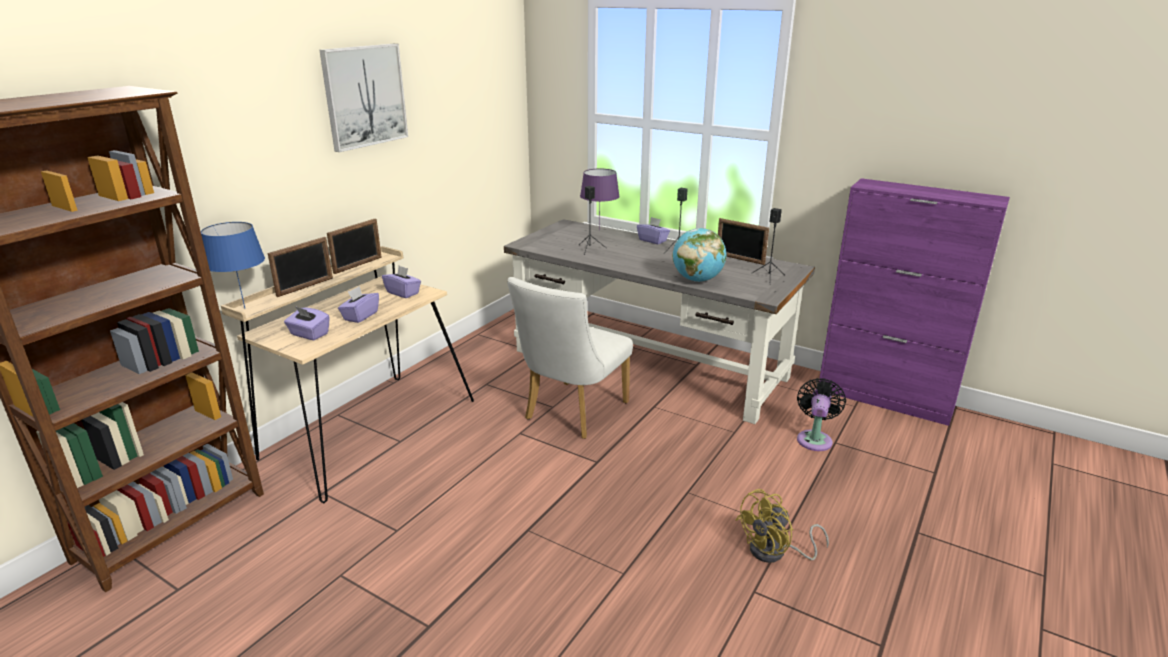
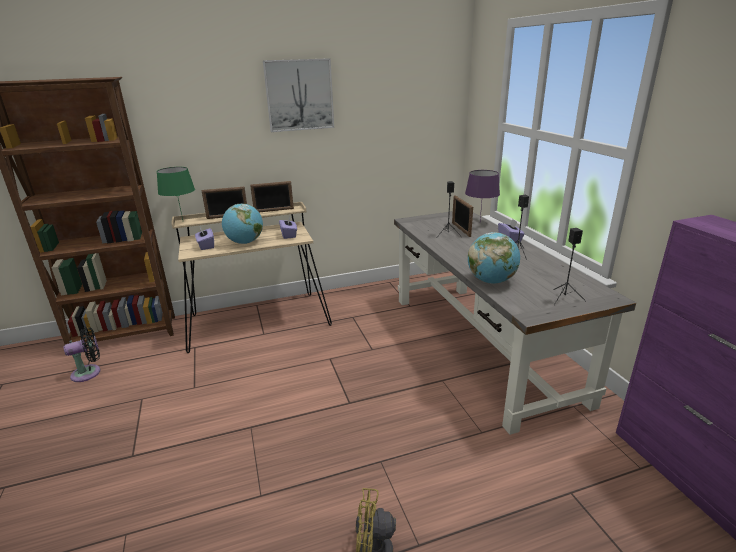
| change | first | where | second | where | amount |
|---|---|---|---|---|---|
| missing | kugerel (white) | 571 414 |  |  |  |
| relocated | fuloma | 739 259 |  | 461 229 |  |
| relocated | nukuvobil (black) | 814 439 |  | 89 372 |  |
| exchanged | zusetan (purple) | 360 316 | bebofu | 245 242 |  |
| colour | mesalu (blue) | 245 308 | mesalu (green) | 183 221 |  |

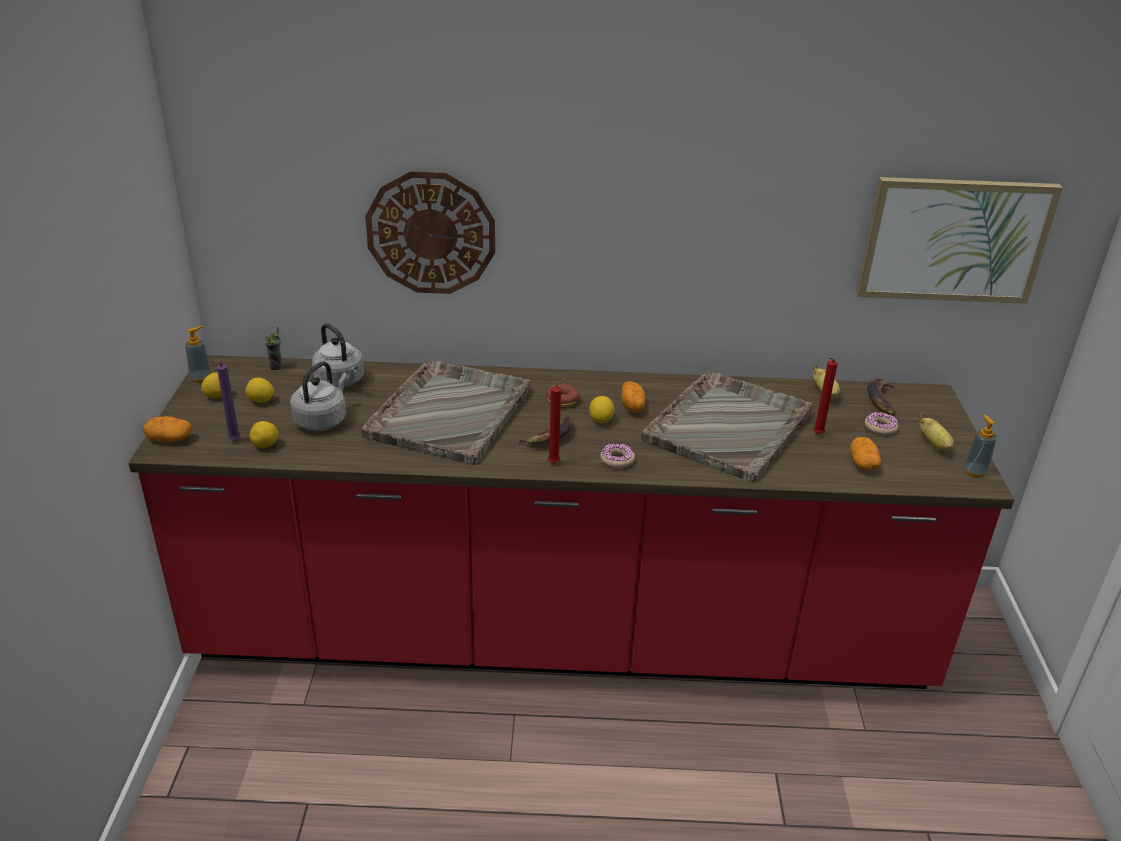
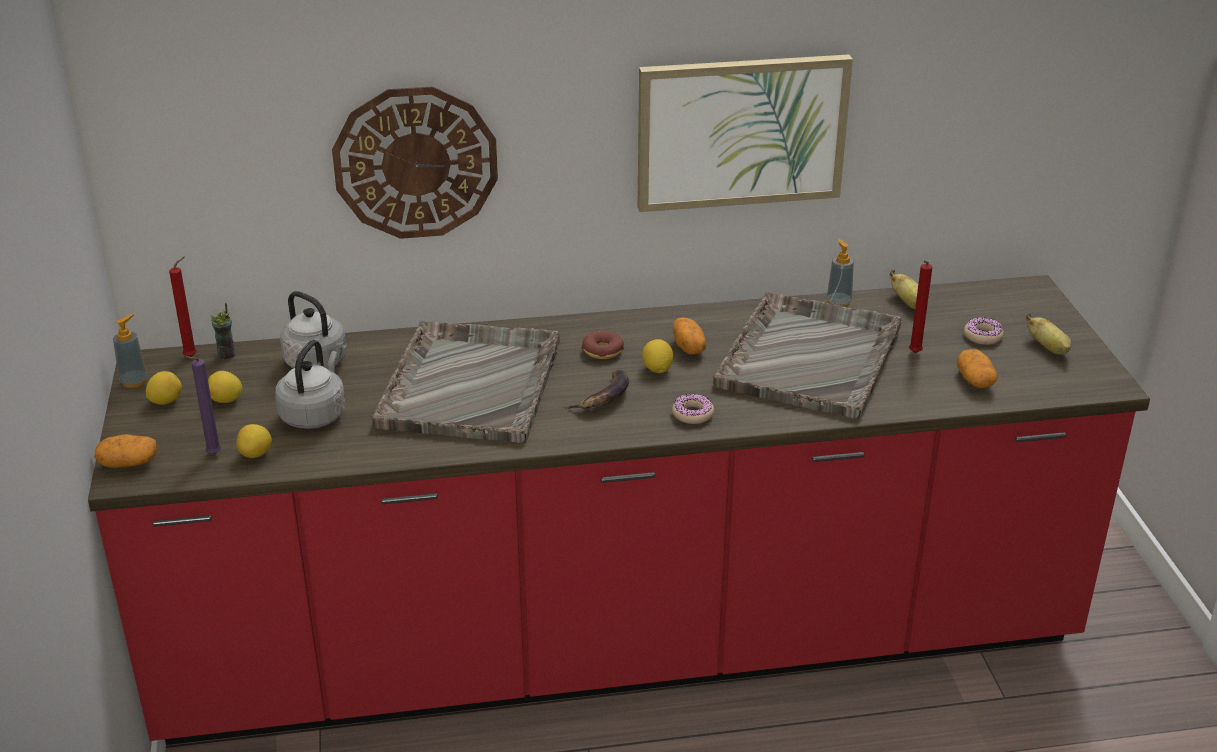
| change | first | where | second | where | amount |
|---|---|---|---|---|---|
| missing | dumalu | 881 400 |  |  |  |
| relocated | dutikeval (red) | 555 463 |  | 193 356 |  |
| relocated | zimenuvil | 953 240 |  | 741 131 |  |
| relocated | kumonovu | 974 472 |  | 838 302 |  |

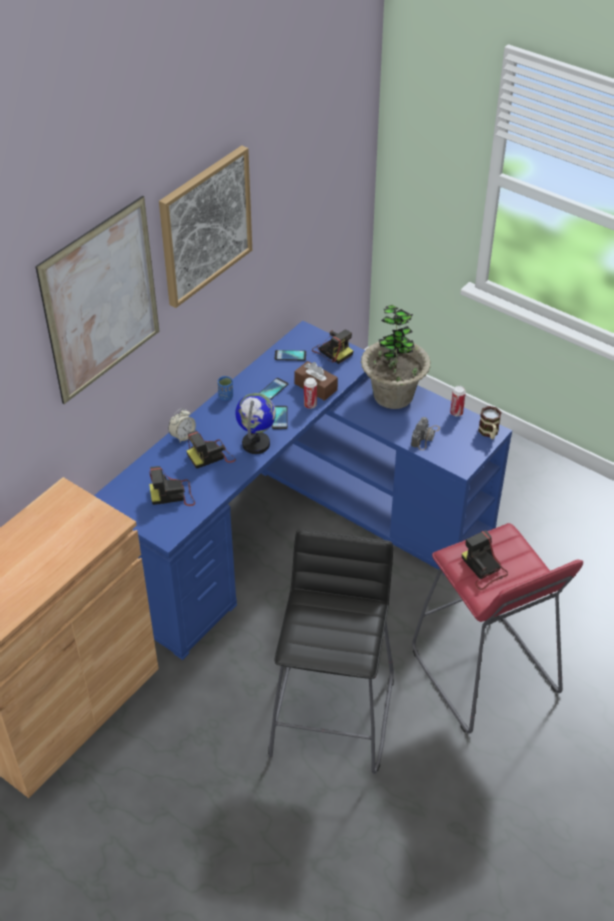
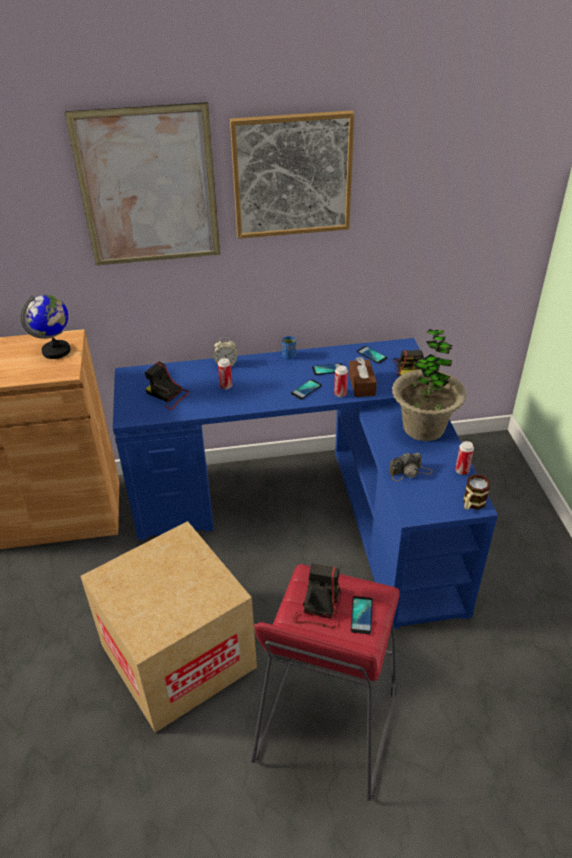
| change | first | where | second | where | amount |
|---|---|---|---|---|---|
| appeared |  |  | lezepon | 361 615 |  |
| relocated | bebofu | 256 444 |  | 56 351 |  |
| exchanged | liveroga | 211 456 | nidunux | 226 386 |  |
| exchanged | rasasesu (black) | 333 714 | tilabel | 178 656 |  |

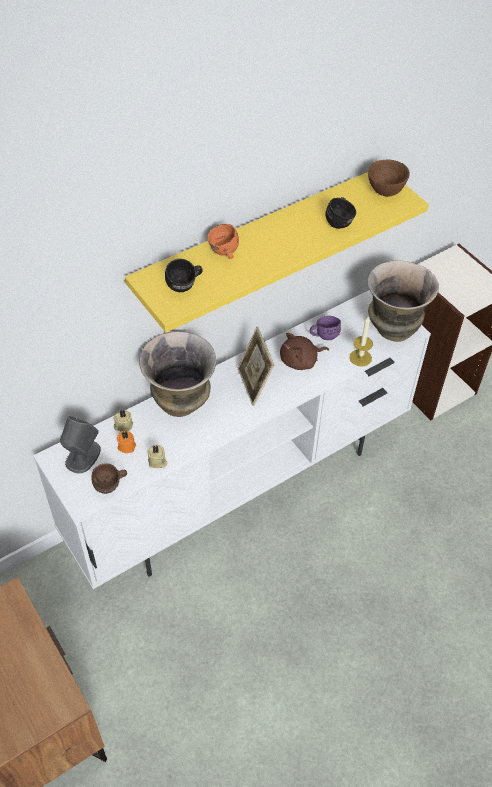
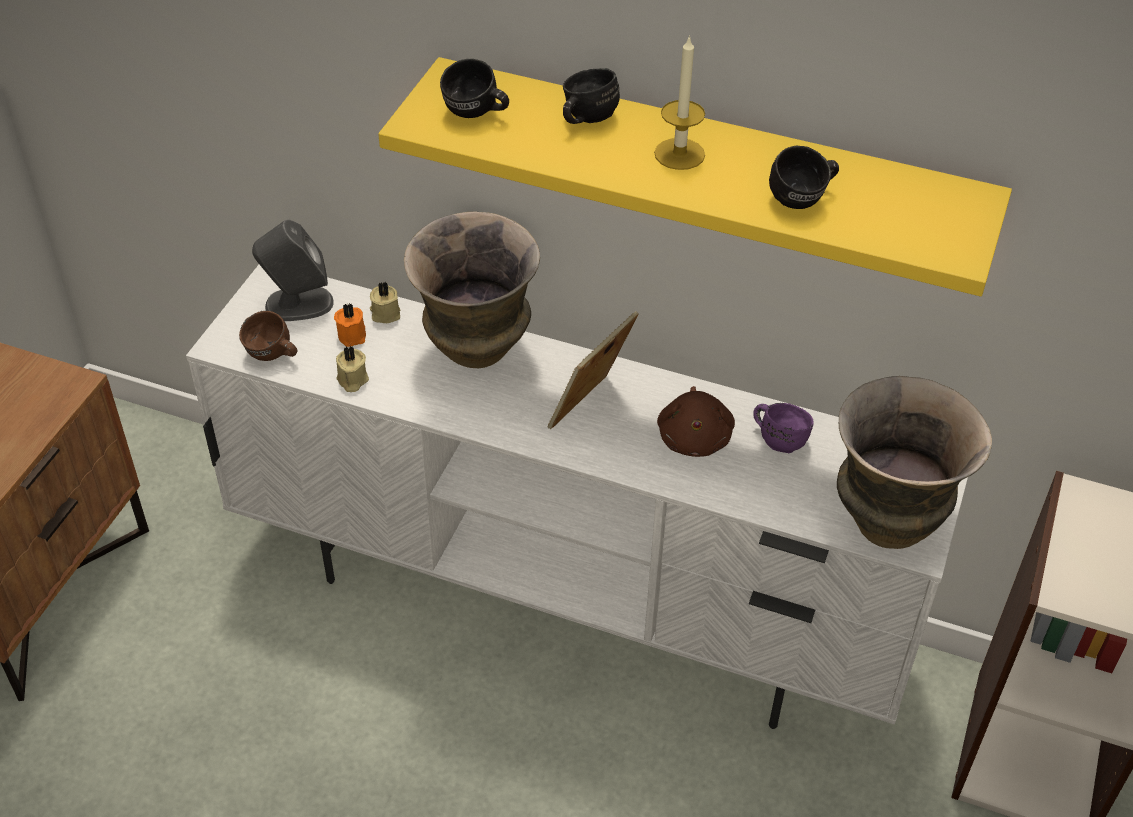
| change | first | where | second | where | amount |
|---|---|---|---|---|---|
| missing | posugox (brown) | 386 192 |  |  |  |
| relocated | dutikeval | 360 358 |  | 679 154 |  |
| colour | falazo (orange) | 223 254 | falazo (black) | 584 119 |  |
| spun | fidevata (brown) | 300 361 |  | 694 438 | 120 degrees counterclockwise |

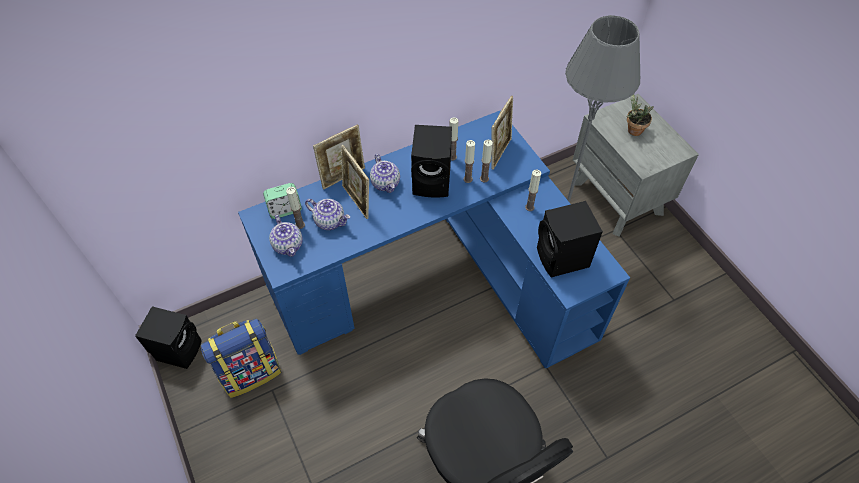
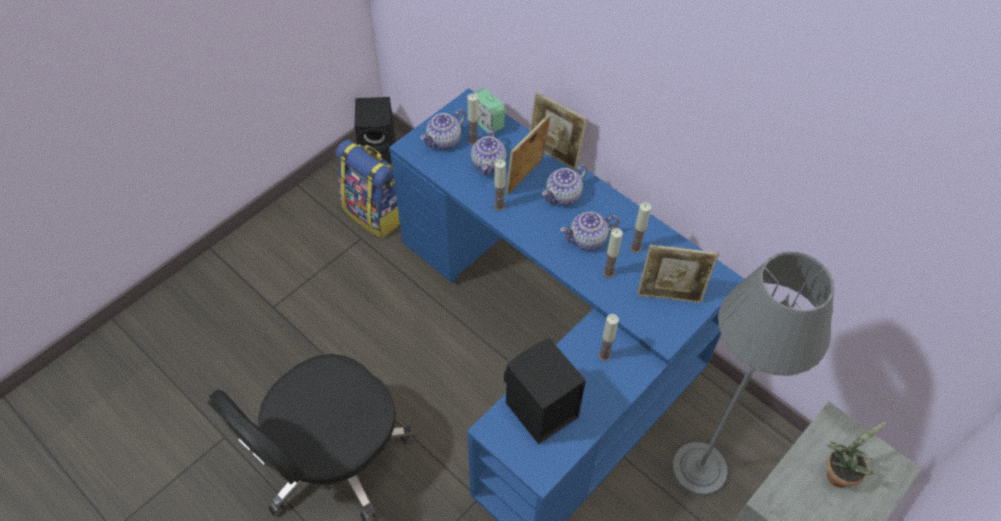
| change | first | where | second | where | amount |
|---|---|---|---|---|---|
| relocated | dutikeval | 484 178 |  | 499 206 |  |
| exchanged | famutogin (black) | 433 181 | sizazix | 588 239 |  |

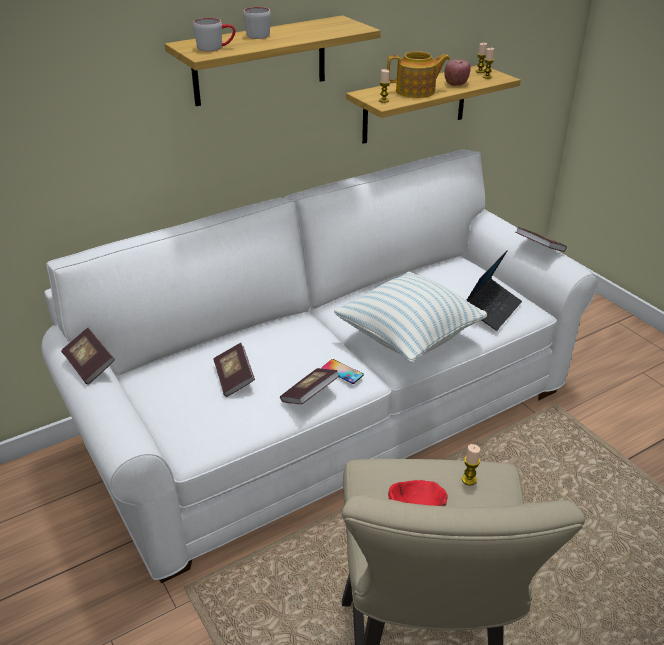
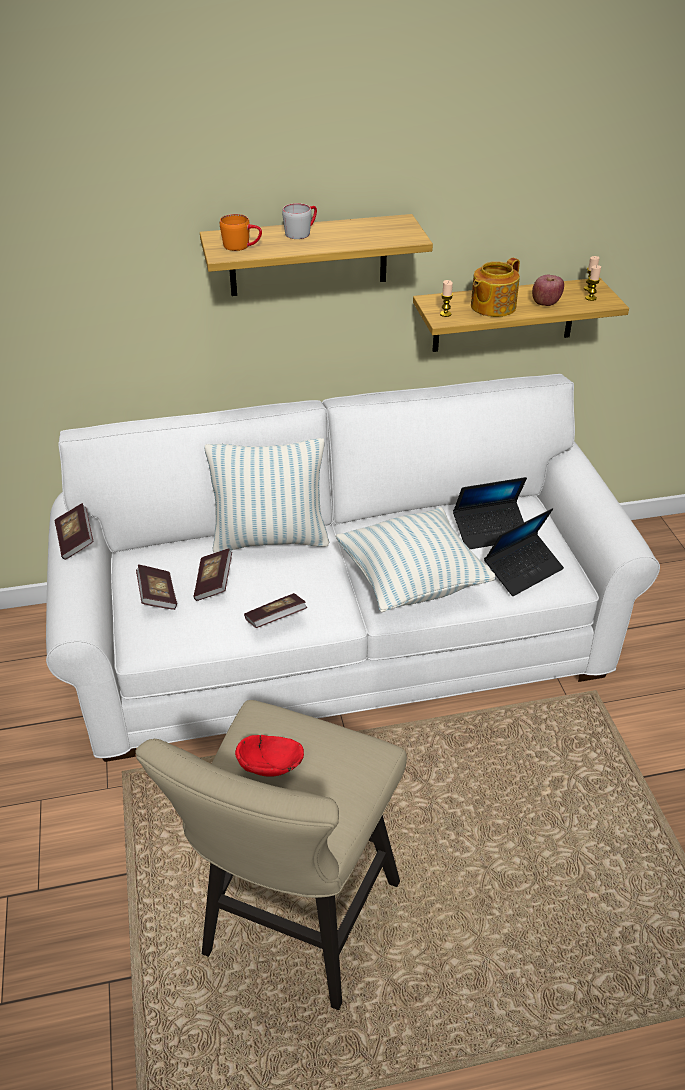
| change | first | where | second | where | amount |
|---|---|---|---|---|---|
| missing | lezepon | 342 371 |  |  |  |
| missing | dutikeval | 469 479 |  |  |  |
| appeared |  |  | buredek | 270 539 |  |
| appeared |  |  | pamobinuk | 490 531 |  |
| relocated | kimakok | 539 248 |  | 157 596 |  |
| colour | falazo (grey) | 216 47 | falazo (orange) | 242 246 |  |
| spun | sizazix | 416 91 |  | 492 307 | 120 degrees clockwise |

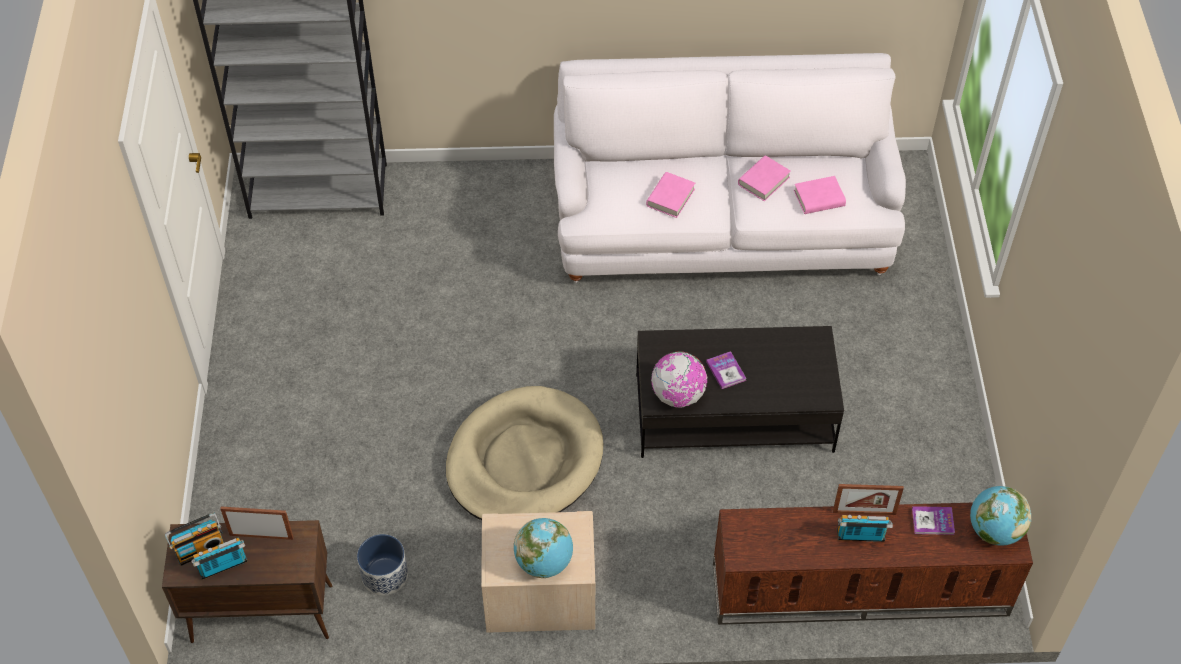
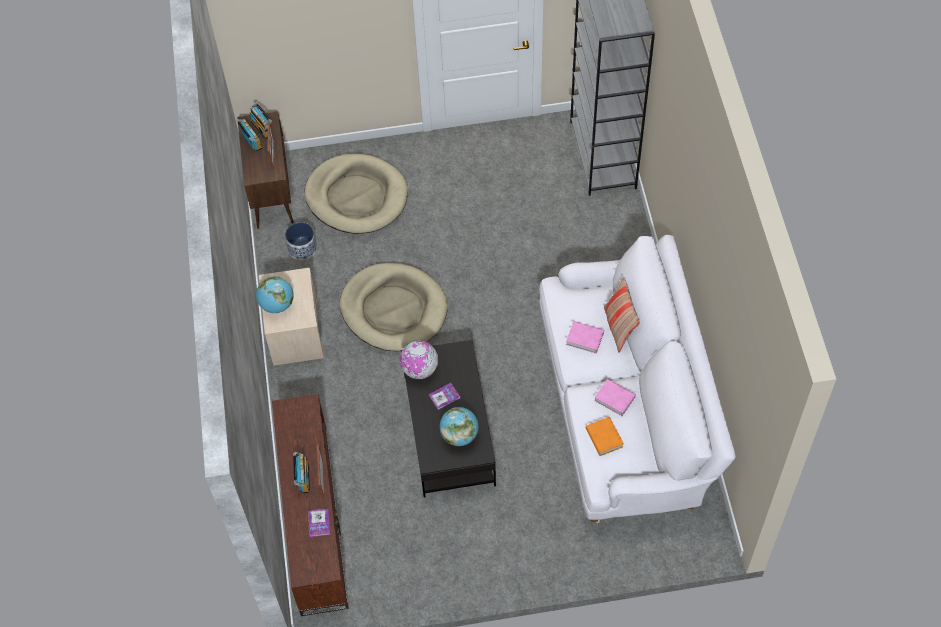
| change | first | where | second | where | amount |
|---|---|---|---|---|---|
| appeared |  |  | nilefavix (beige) | 356 197 |  |
| appeared |  |  | buredek | 619 328 |  |
| relocated | bebofu | 994 530 |  | 459 435 |  |
| colour | kimakok (pink) | 819 198 | kimakok (orange) | 604 438 |  |

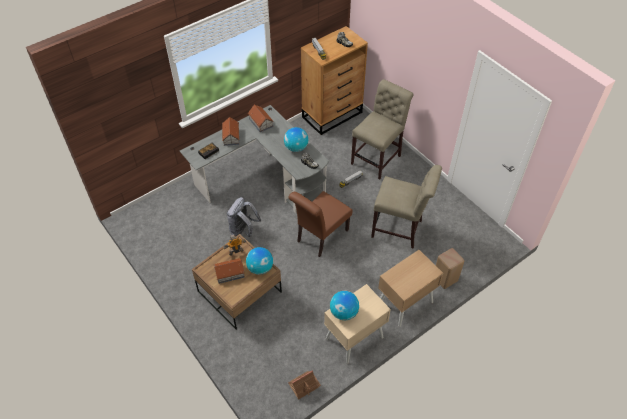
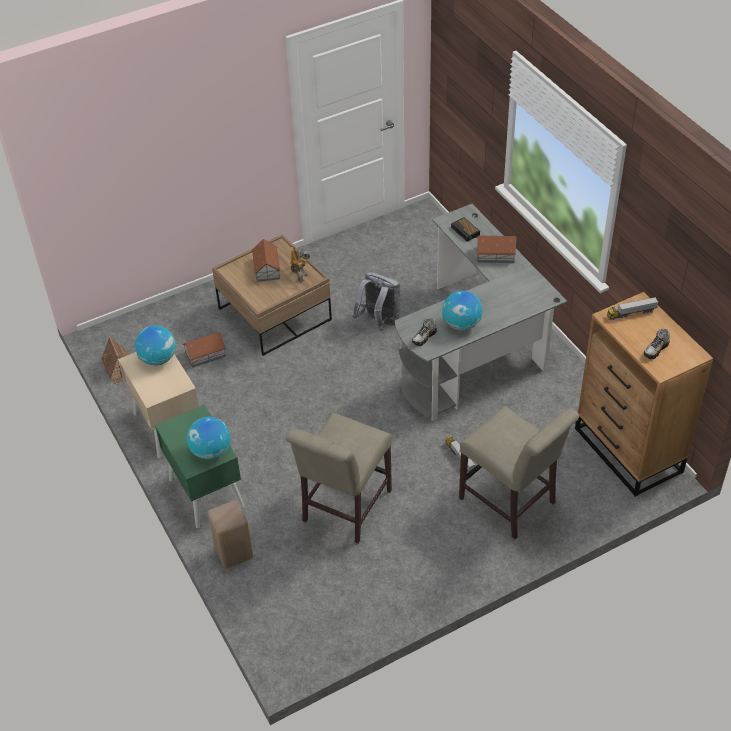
| change | first | where | second | where | amount |
|---|---|---|---|---|---|
| missing | kugerel (brown) | 320 237 |  |  |  |
| relocated | bebofu | 260 268 |  | 210 451 |  |
| relocated | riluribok | 261 122 |  | 206 354 |  |
| colour | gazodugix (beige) | 405 303 | gazodugix (green) | 206 492 |  |

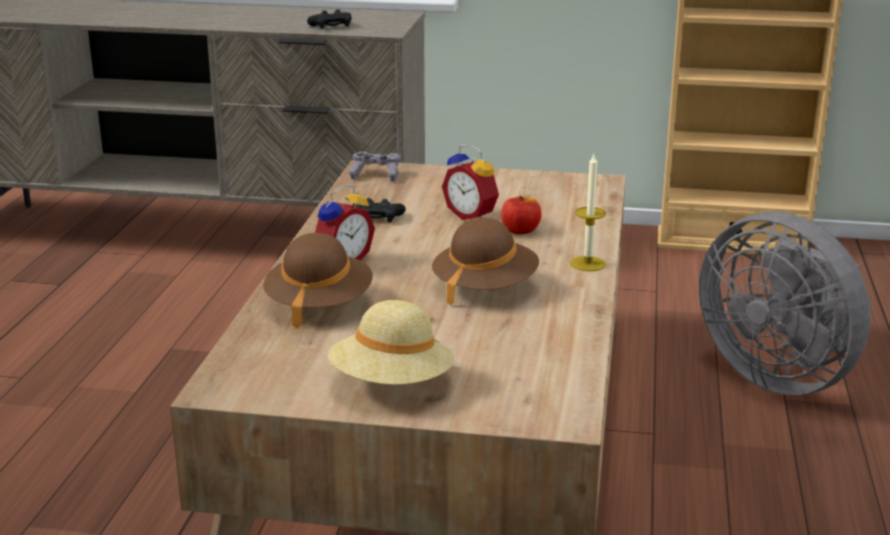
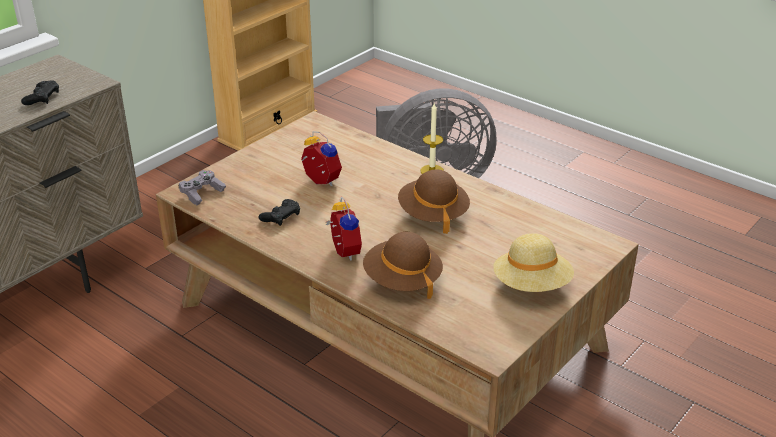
| change | first | where | second | where | amount |
|---|---|---|---|---|---|
| missing | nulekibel | 520 231 |  |  |  |
| spun | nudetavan | 472 215 |  | 319 182 | 120 degrees counterclockwise |

